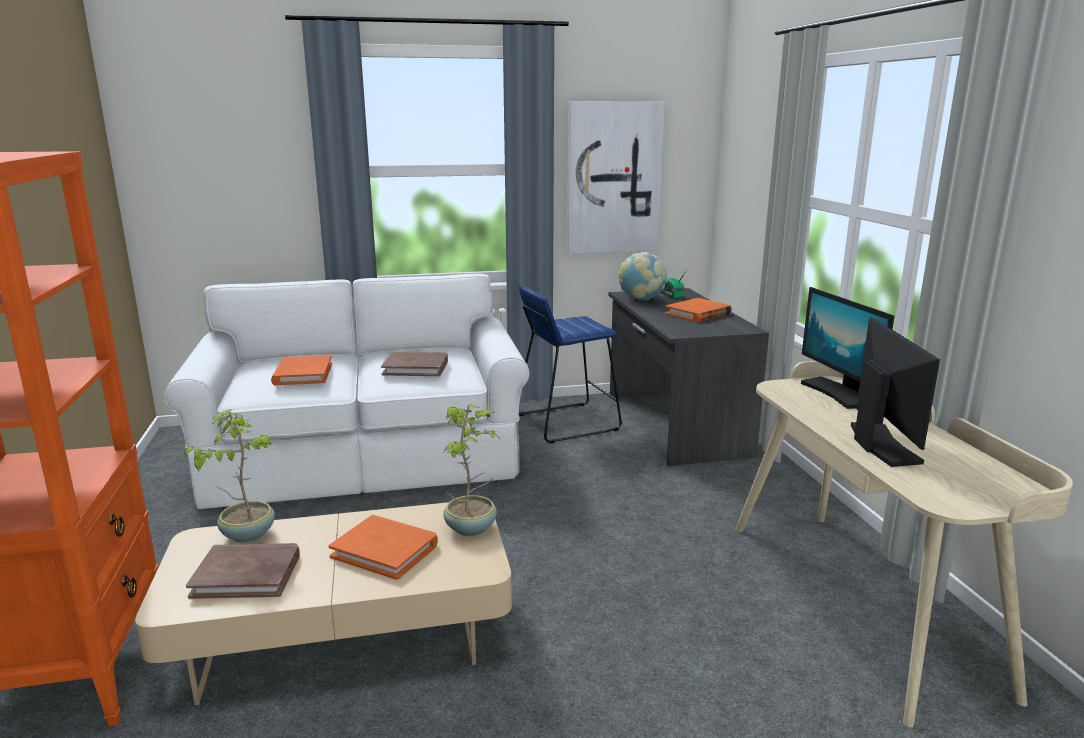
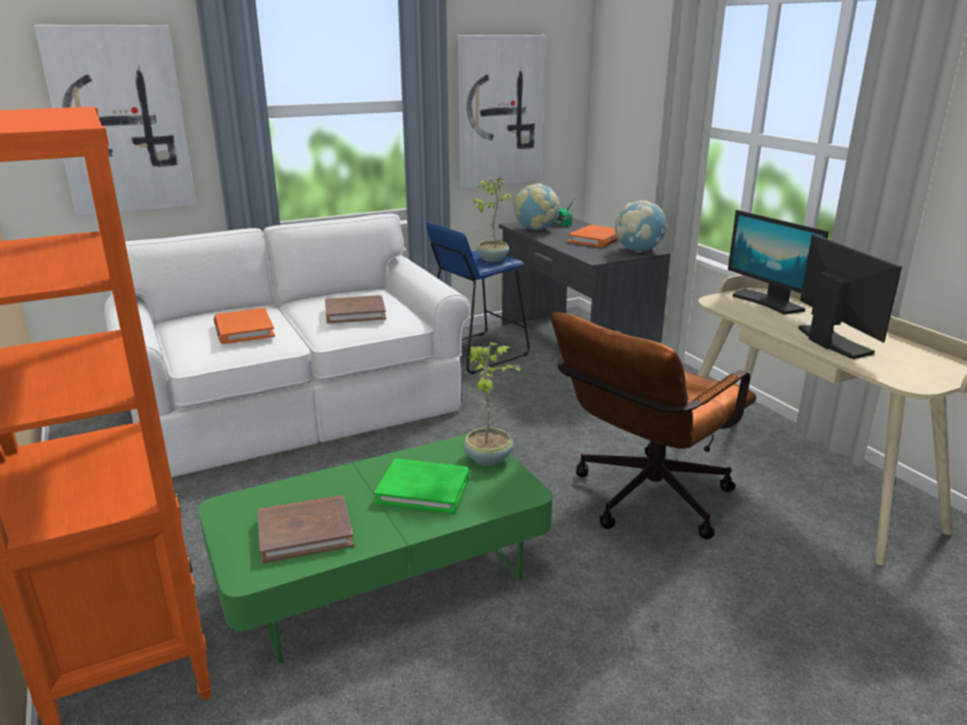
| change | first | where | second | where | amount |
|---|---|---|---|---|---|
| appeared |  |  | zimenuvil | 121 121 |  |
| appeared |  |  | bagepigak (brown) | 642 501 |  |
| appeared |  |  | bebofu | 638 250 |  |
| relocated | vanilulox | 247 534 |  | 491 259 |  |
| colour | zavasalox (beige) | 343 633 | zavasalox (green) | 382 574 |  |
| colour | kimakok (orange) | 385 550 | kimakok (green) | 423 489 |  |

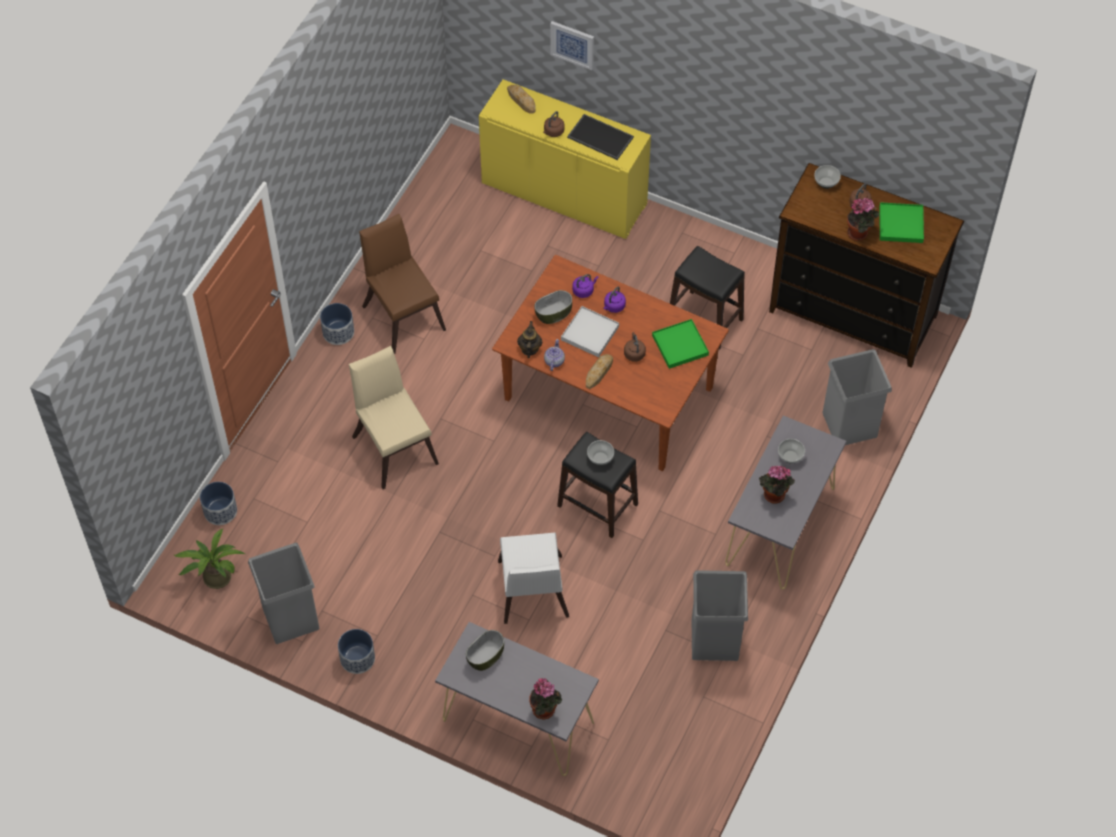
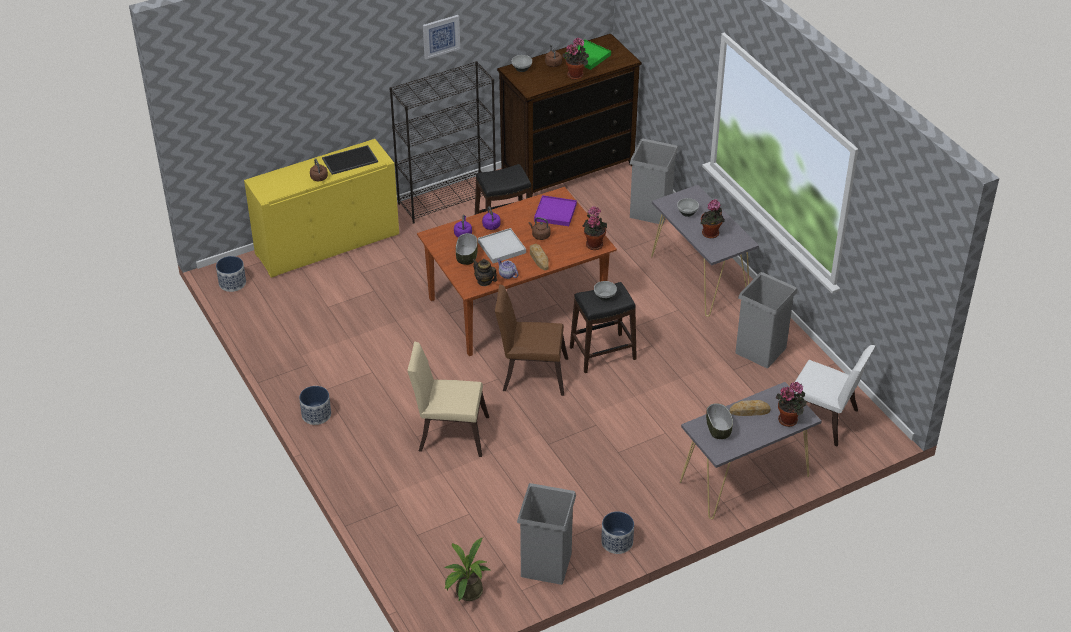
| change | first | where | second | where | amount |
|---|---|---|---|---|---|
| appeared |  |  | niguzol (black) | 447 199 |  |
| appeared |  |  | vanilulox | 593 244 |  |
| relocated | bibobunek | 220 511 |  | 232 283 |  |
| relocated | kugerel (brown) | 402 313 |  | 530 373 |  |
| relocated | kugerel (white) | 532 594 |  | 823 420 |  |
| relocated | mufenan | 521 100 |  | 749 411 |  |
| relocated | zimenuvil | 572 44 |  | 441 36 |  |
| colour | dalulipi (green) | 680 345 | dalulipi (purple) | 555 212 |  |

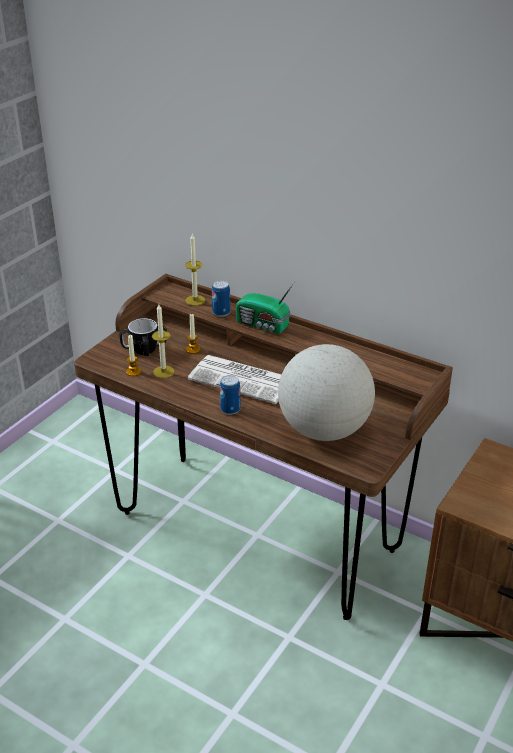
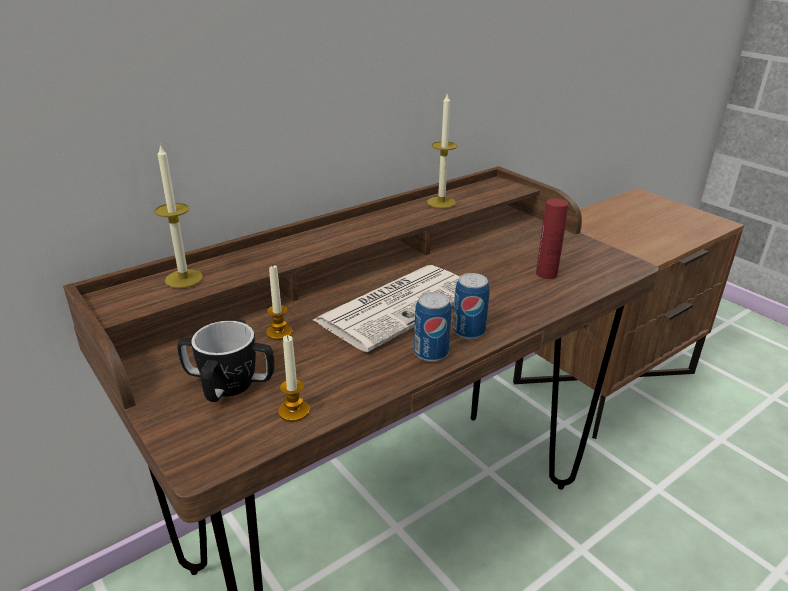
| change | first | where | second | where | amount |
|---|---|---|---|---|---|
| missing | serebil | 263 325 |  |  |  |
| relocated | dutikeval | 163 372 |  | 441 202 |  |
| relocated | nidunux | 221 312 |  | 431 353 |  |
| exchanged | bebofu | 324 430 | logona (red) | 546 274 |  |

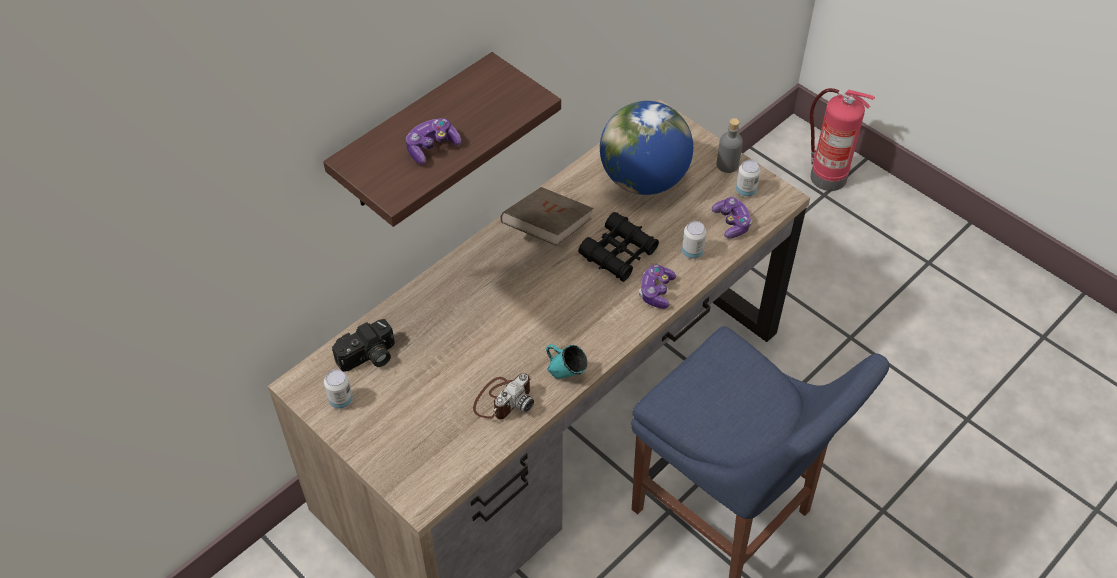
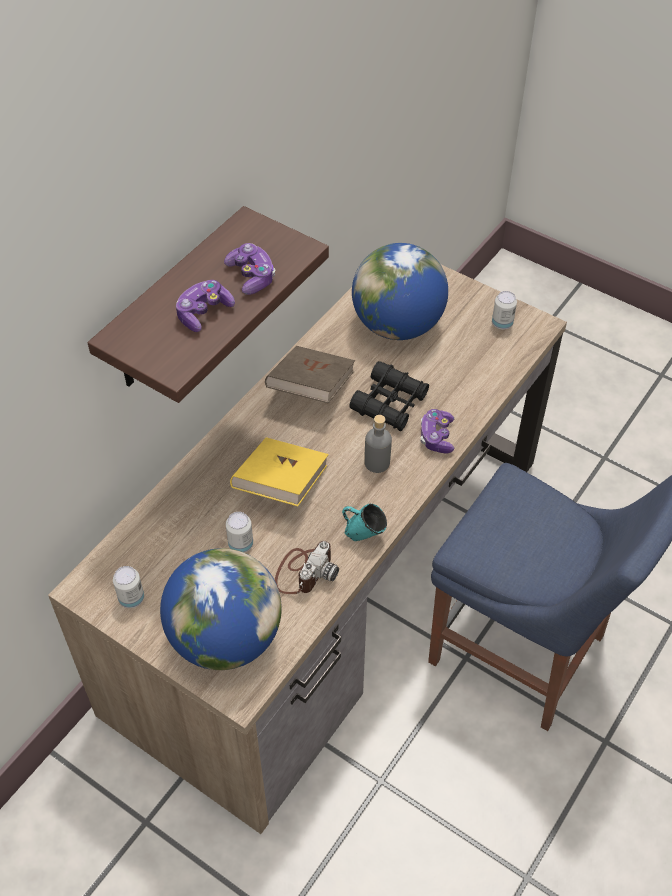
| change | first | where | second | where | amount |
|---|---|---|---|---|---|
| missing | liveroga | 368 358 |  |  |  |
| missing | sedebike | 826 177 |  |  |  |
| appeared |  |  | bebofu | 225 638 |  |
| appeared |  |  | kimakok (yellow) | 281 485 |  |
| relocated | nidunux | 692 252 |  | 241 544 |  |
| relocated | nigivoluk | 731 223 |  | 251 276 |  |
| relocated | logona (grey) | 727 165 |  | 377 463 |  |

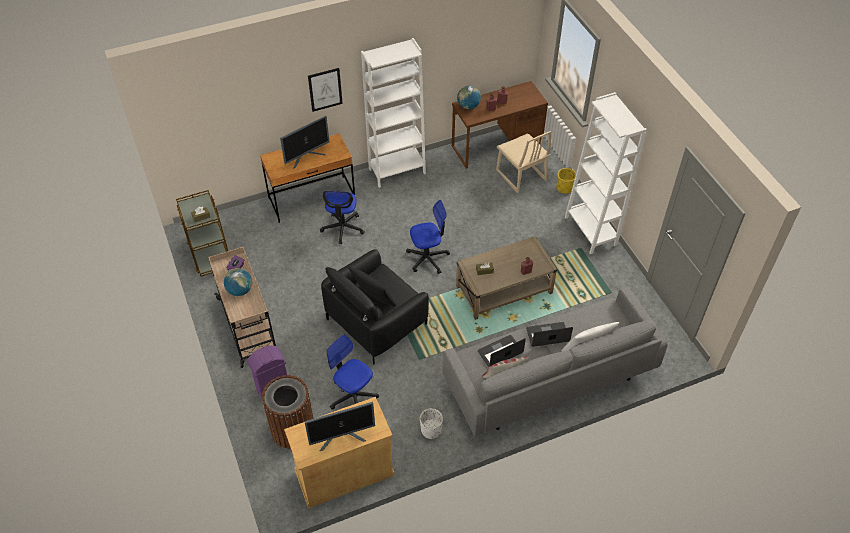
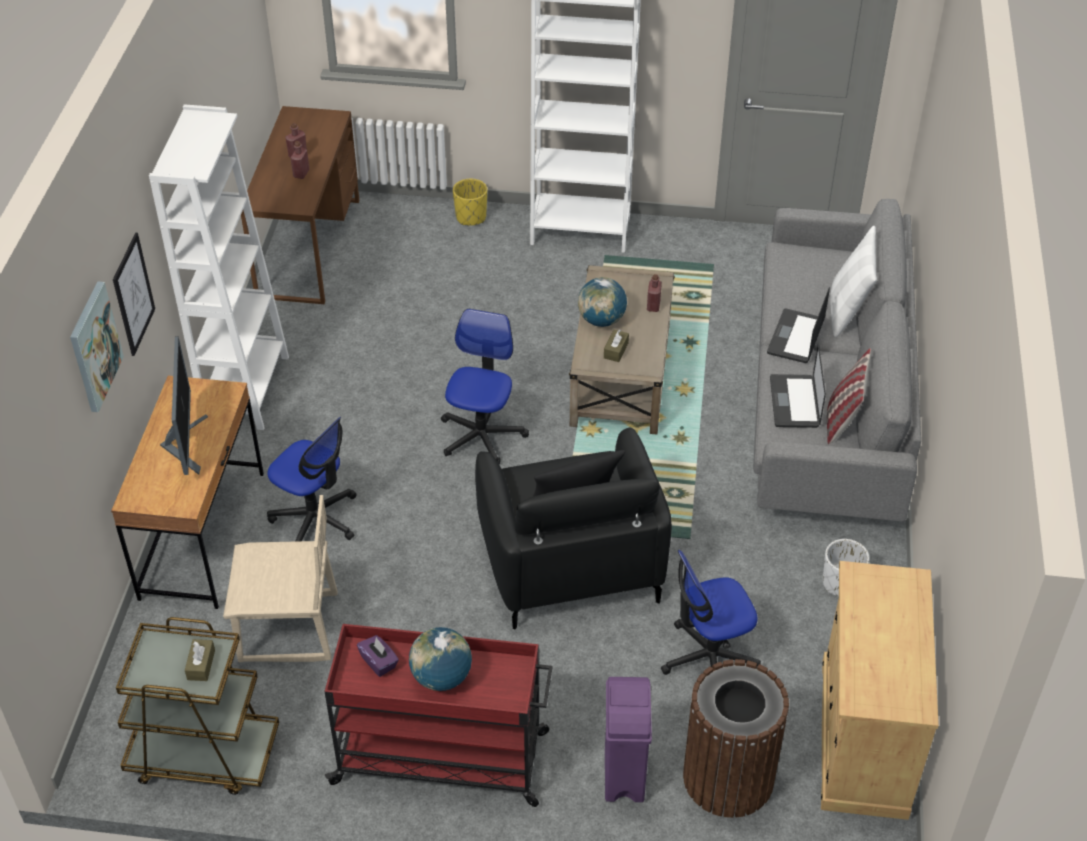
| change | first | where | second | where | amount |
|---|---|---|---|---|---|
| missing | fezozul | 342 437 |  |  |  |
| appeared |  |  | zimenuvil | 94 346 |  |
| relocated | bebofu | 468 106 |  | 601 320 |  |
| relocated | kugerel (beige) | 520 176 |  | 288 629 |  |
| colour | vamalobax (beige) | 248 327 | vamalobax (red) | 443 758 |  |

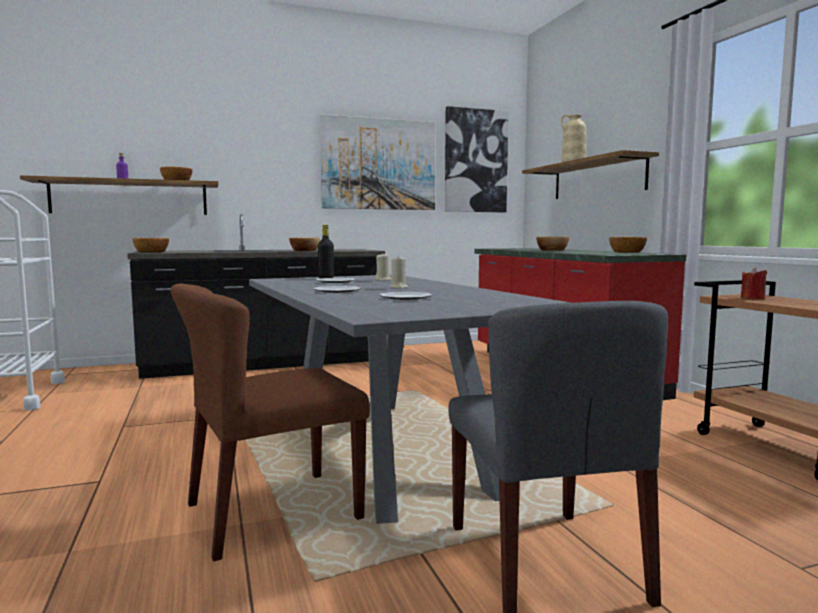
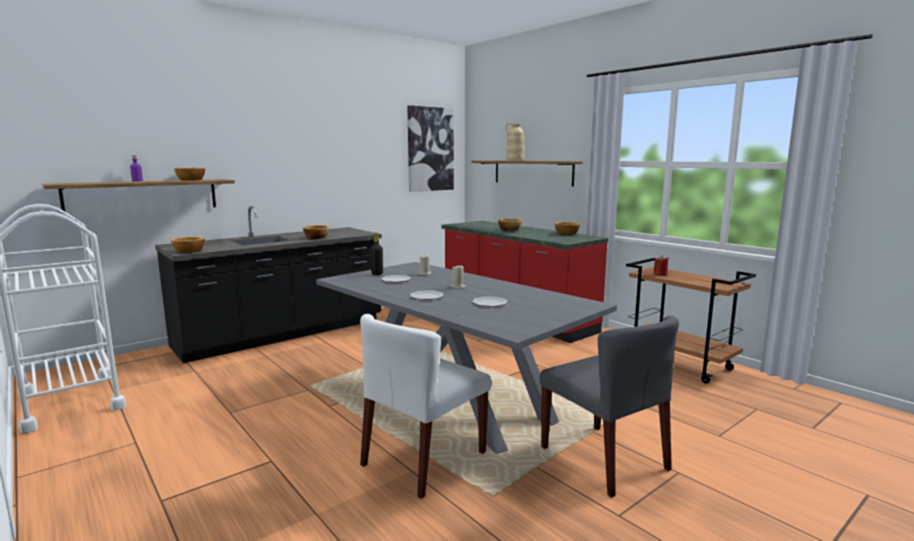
| change | first | where | second | where | amount |
|---|---|---|---|---|---|
| missing | zimenuvil | 379 164 |  |  |  |
| colour | kugerel (brown) | 272 512 | kugerel (white) | 424 459 |  |

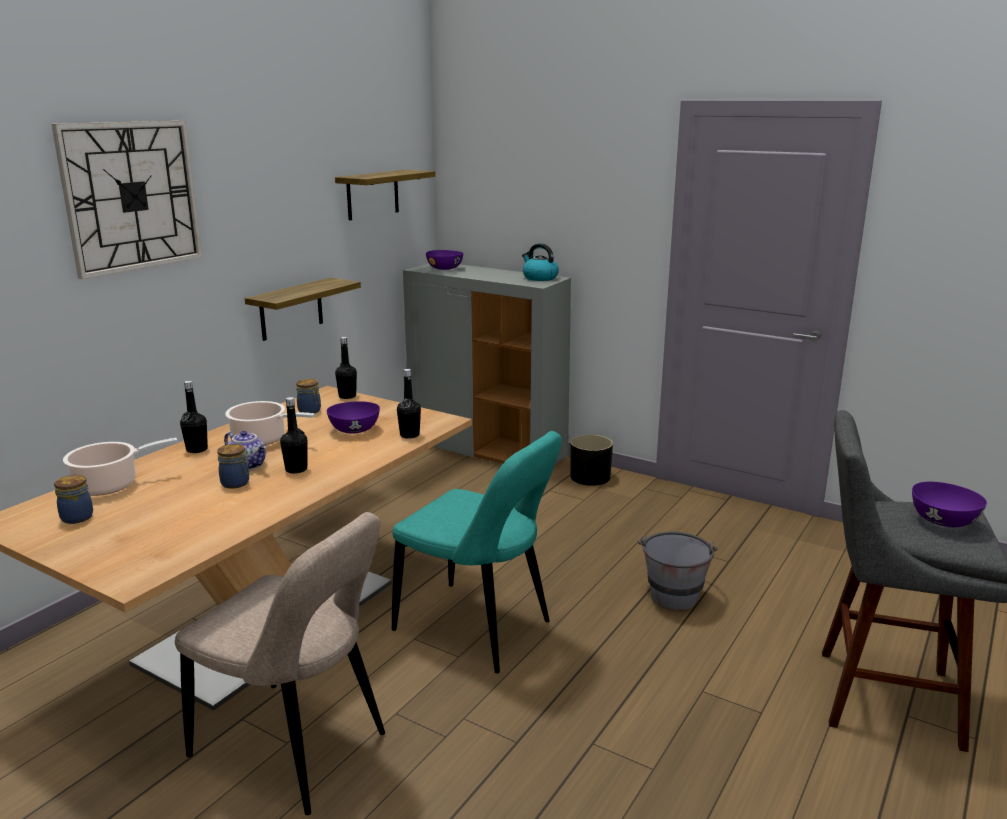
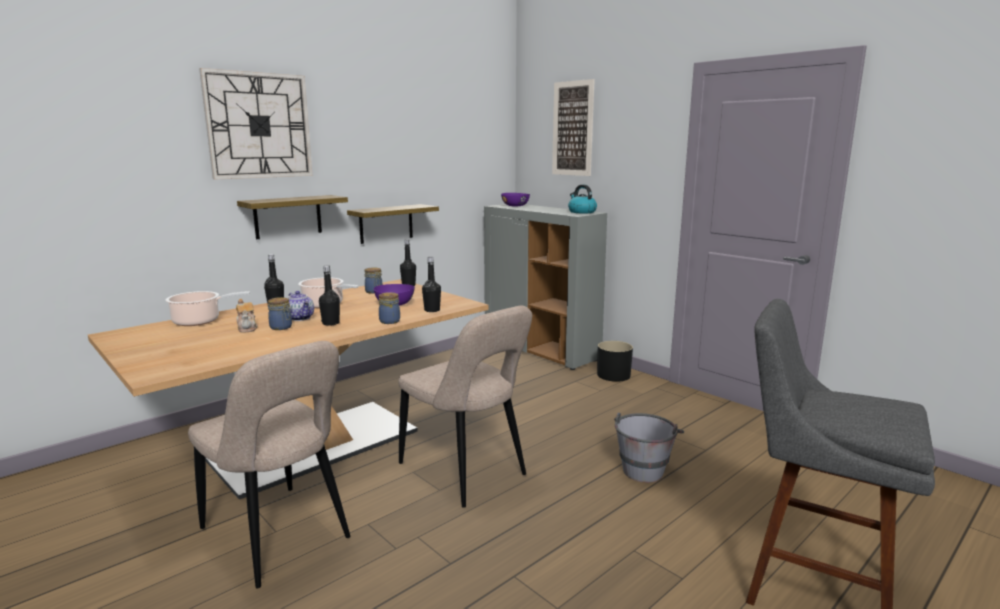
| change | first | where | second | where | amount |
|---|---|---|---|---|---|
| missing | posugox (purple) | 942 521 |  |  |  |
| appeared |  |  | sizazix | 247 328 |  |
| appeared |  |  | zimenuvil | 572 128 |  |
| relocated | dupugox | 77 517 |  | 390 321 |  |
| relocated | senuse | 372 194 |  | 288 216 |  |
| colour | kugerel (turquoise) | 478 629 | kugerel (beige) | 466 472 |  |

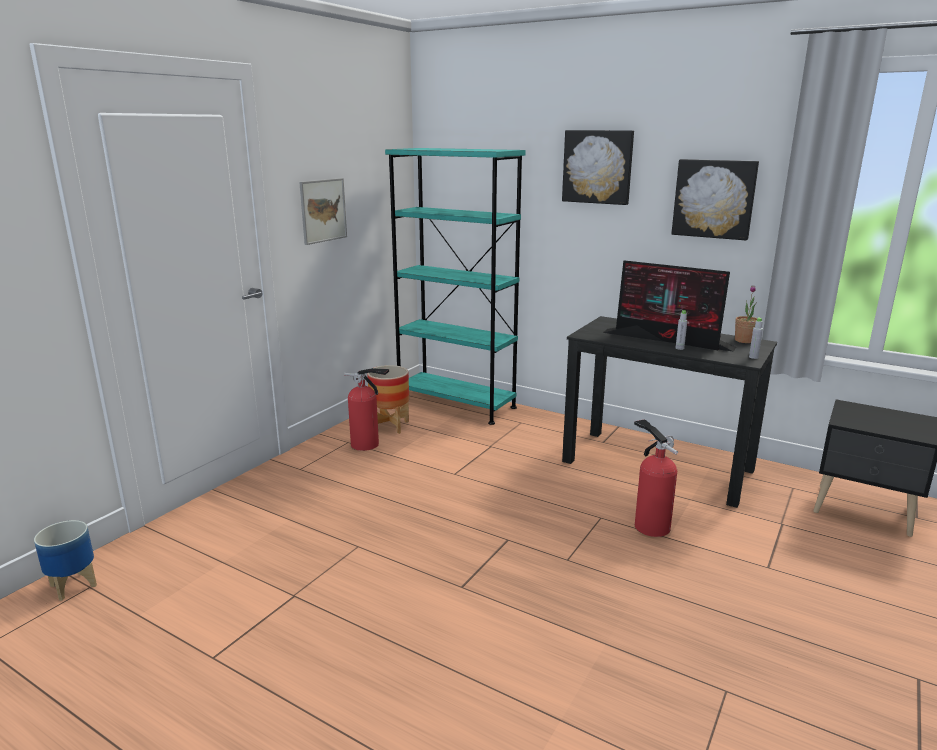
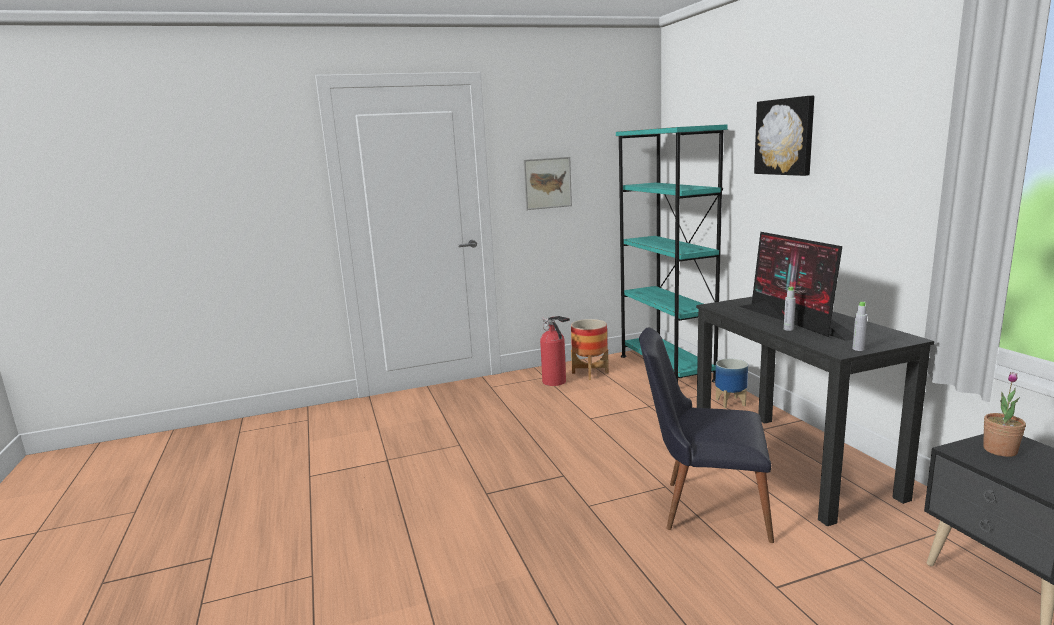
| change | first | where | second | where | amount |
|---|---|---|---|---|---|
| missing | zimenuvil | 714 199 |  |  |  |
| relocated | bibobunek | 74 585 |  | 731 402 |  |
| relocated | vanilulox | 744 340 |  | 1000 450 |  |
| exchanged | sedebike | 649 525 | kugerel (black) | 703 507 |  |

